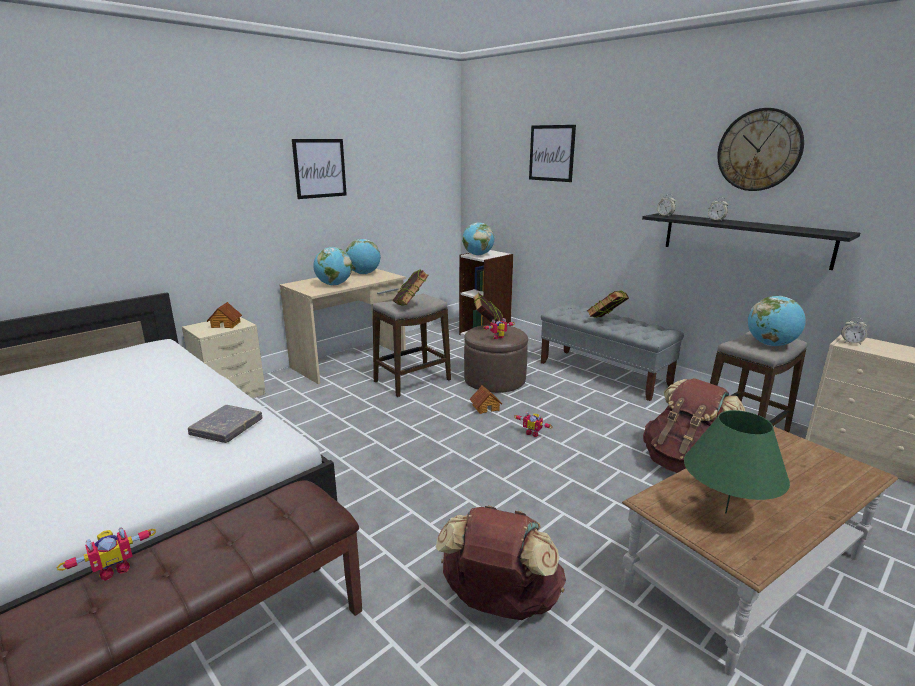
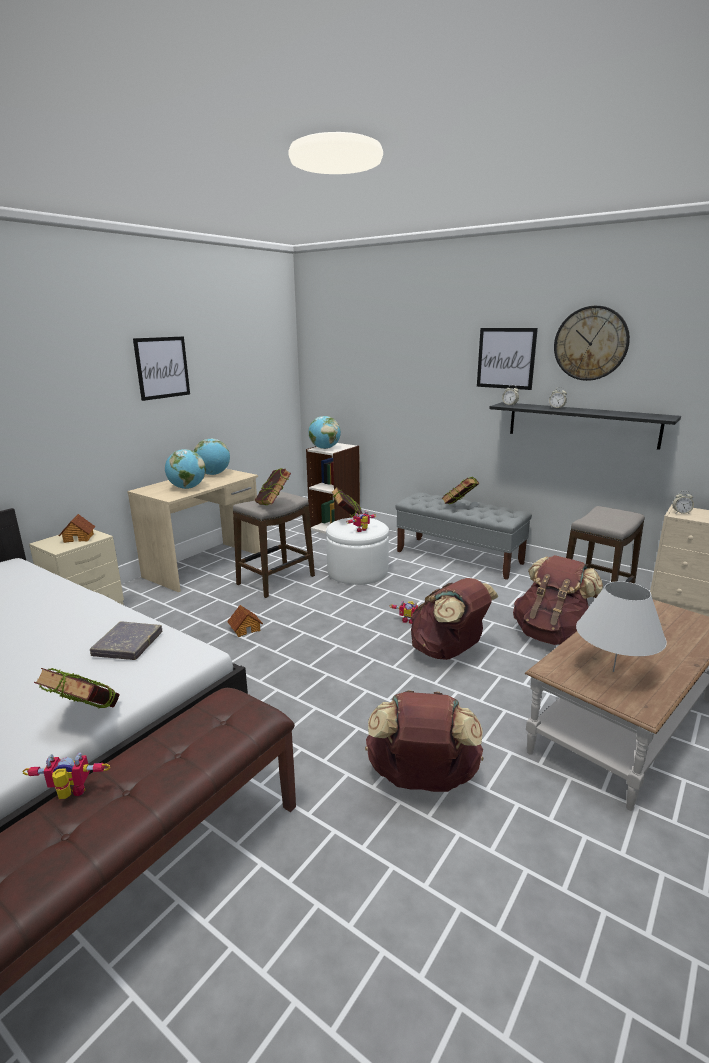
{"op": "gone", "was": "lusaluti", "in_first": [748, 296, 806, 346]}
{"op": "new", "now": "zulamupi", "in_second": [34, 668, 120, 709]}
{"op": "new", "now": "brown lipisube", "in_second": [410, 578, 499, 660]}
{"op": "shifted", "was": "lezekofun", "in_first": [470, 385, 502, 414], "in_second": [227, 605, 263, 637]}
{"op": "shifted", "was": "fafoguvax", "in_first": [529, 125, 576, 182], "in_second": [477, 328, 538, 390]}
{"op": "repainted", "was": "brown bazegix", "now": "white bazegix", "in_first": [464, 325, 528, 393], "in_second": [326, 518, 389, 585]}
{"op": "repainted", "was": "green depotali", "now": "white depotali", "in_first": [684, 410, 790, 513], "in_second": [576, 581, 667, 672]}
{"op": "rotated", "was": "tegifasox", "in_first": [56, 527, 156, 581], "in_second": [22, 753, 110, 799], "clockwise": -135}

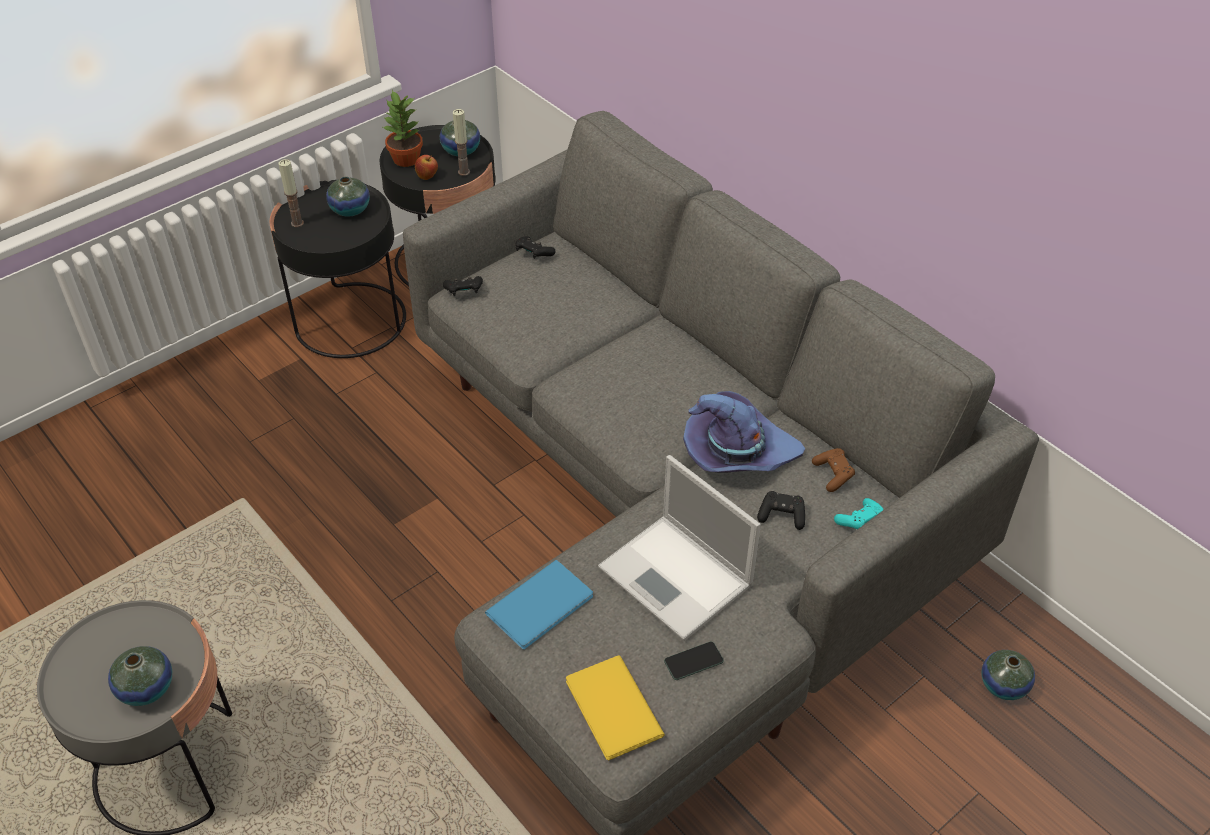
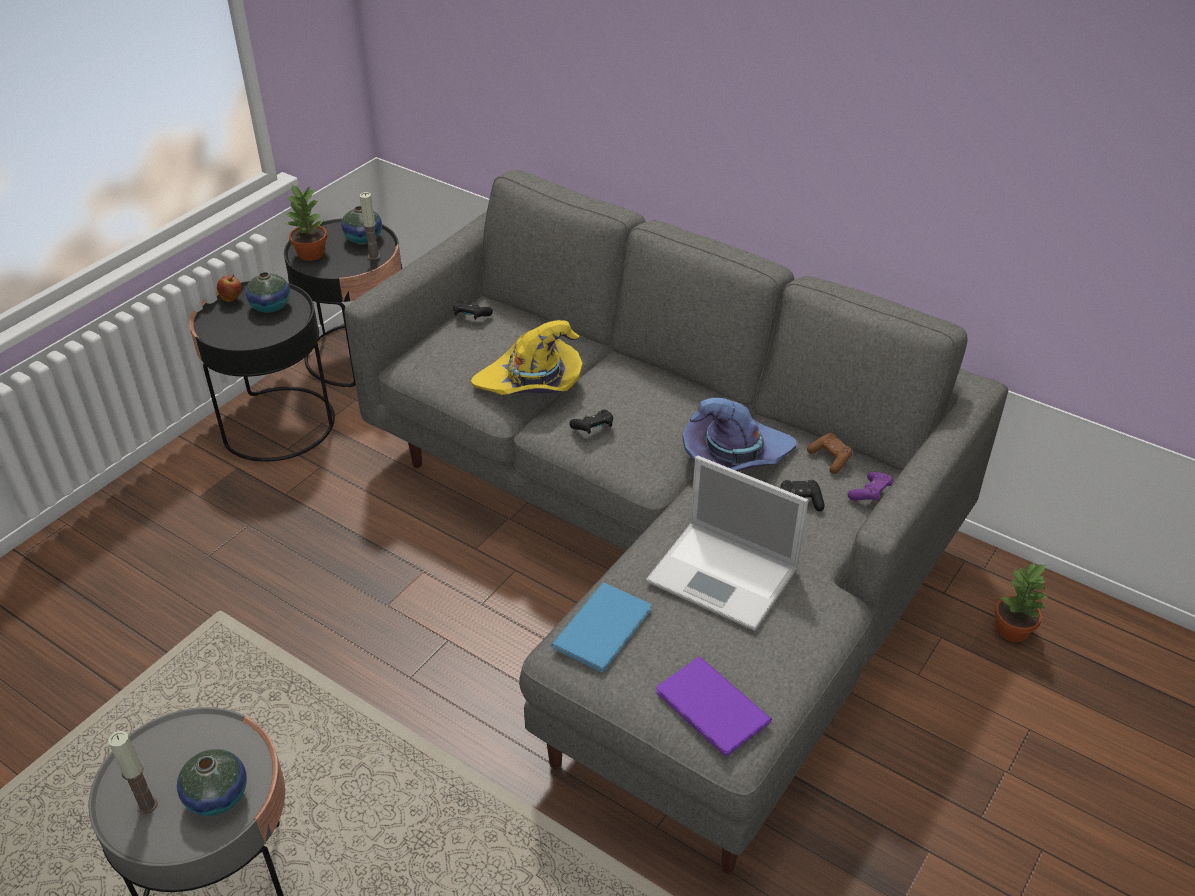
{"op": "gone", "was": "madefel", "in_first": [664, 642, 724, 680]}
{"op": "new", "now": "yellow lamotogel", "in_second": [471, 320, 583, 395]}
{"op": "shifted", "was": "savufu", "in_first": [278, 159, 304, 227], "in_second": [108, 731, 157, 814]}
{"op": "shifted", "was": "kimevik", "in_first": [415, 155, 438, 180], "in_second": [217, 275, 242, 302]}
{"op": "shifted", "was": "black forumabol", "in_first": [443, 276, 483, 296], "in_second": [569, 410, 613, 434]}
{"op": "swapped", "was": "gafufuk", "now": "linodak", "in_first": [981, 650, 1035, 700], "in_second": [995, 562, 1047, 642]}
{"op": "repainted", "was": "yellow zulamupi", "now": "purple zulamupi", "in_first": [566, 655, 665, 760], "in_second": [656, 657, 772, 756]}
{"op": "repainted", "was": "turquoise forumabol", "now": "purple forumabol", "in_first": [834, 498, 884, 529], "in_second": [848, 472, 894, 501]}

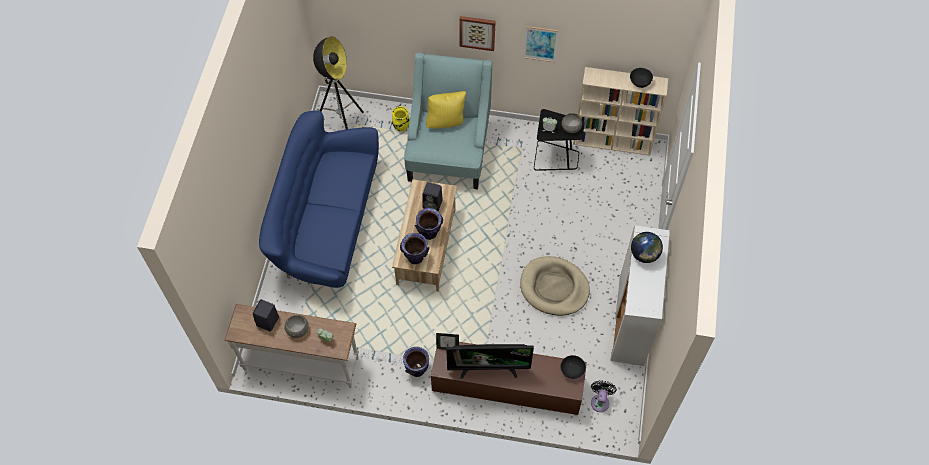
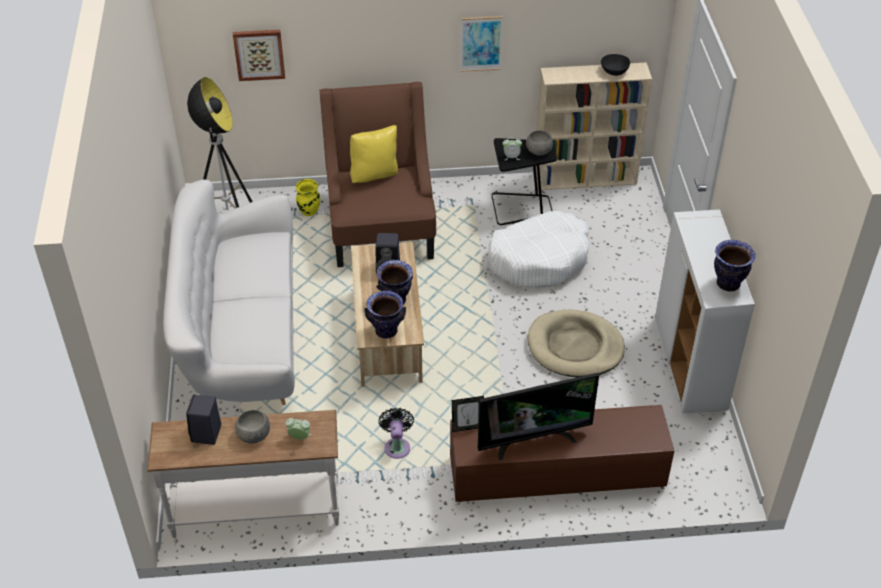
{"op": "gone", "was": "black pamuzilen", "in_first": [560, 355, 586, 379]}
{"op": "gone", "was": "lusaluti", "in_first": [631, 232, 663, 263]}
{"op": "new", "now": "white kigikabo", "in_second": [487, 211, 589, 288]}
{"op": "shifted", "was": "gafufuk", "in_first": [403, 347, 429, 377], "in_second": [714, 240, 755, 291]}
{"op": "shifted", "was": "fafoguvax", "in_first": [459, 16, 495, 51], "in_second": [233, 30, 285, 81]}
{"op": "shifted", "was": "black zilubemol", "in_first": [591, 381, 617, 412], "in_second": [379, 407, 414, 459]}
{"op": "repainted", "was": "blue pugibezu", "now": "white pugibezu", "in_first": [259, 111, 379, 288], "in_second": [163, 179, 295, 405]}
{"op": "repainted", "was": "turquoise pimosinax", "now": "brown pimosinax", "in_first": [404, 53, 492, 189], "in_second": [320, 82, 436, 267]}

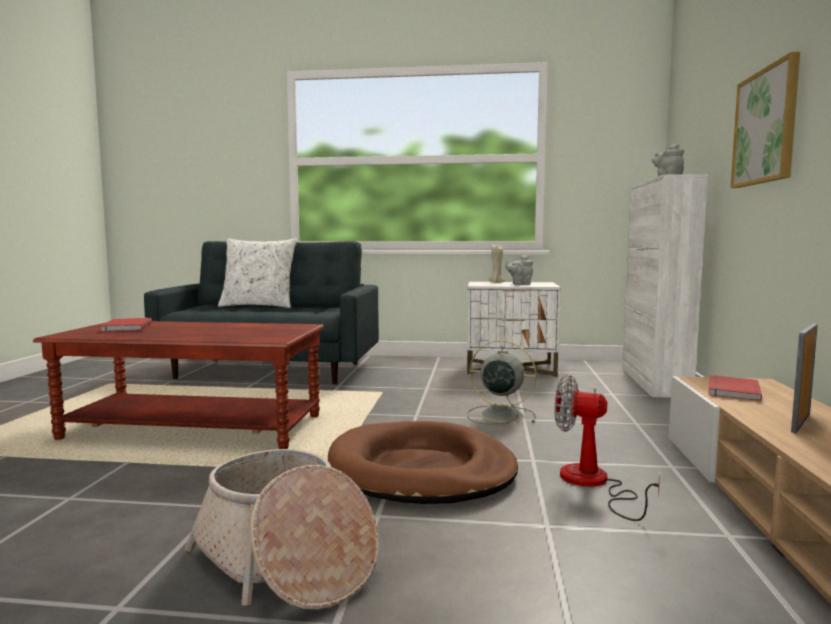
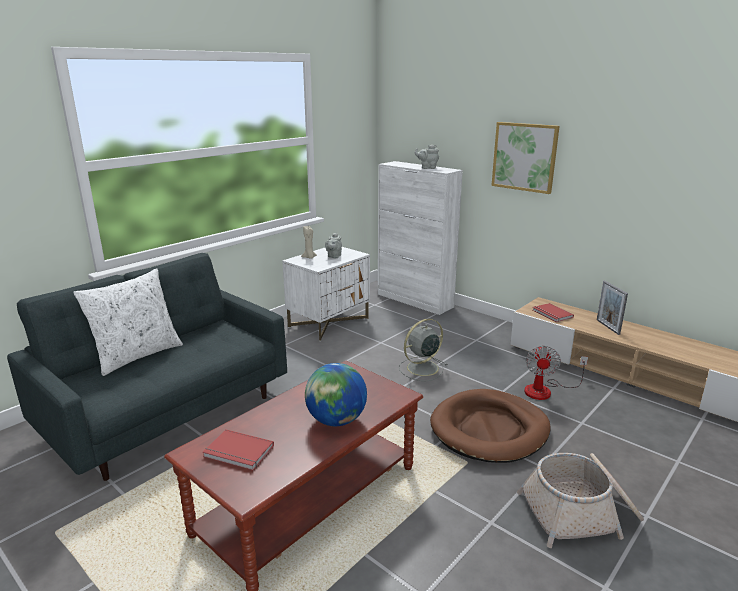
{"op": "new", "now": "lusaluti", "in_second": [305, 363, 367, 426]}
{"op": "rotated", "was": "zilubemol", "in_first": [555, 374, 660, 521], "in_second": [524, 345, 588, 400], "clockwise": -45}

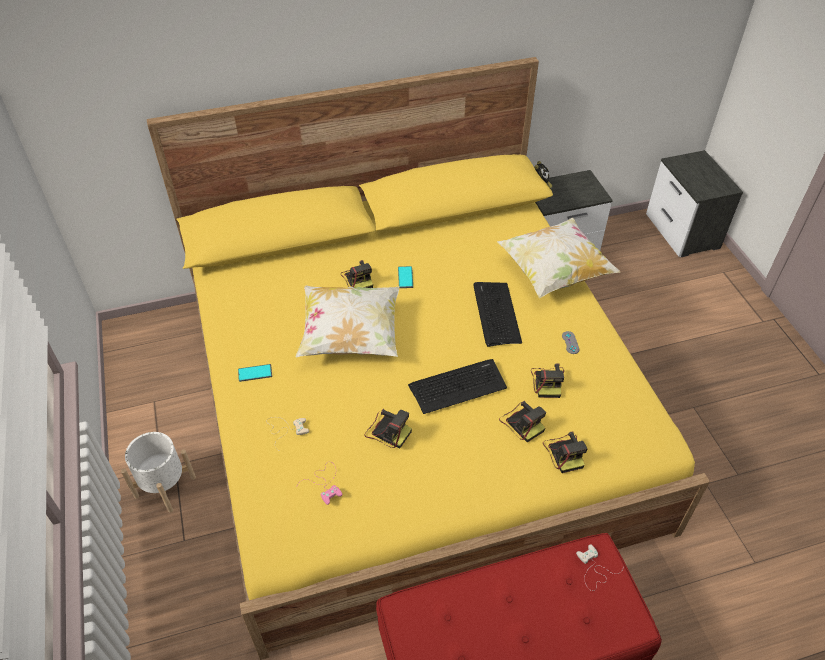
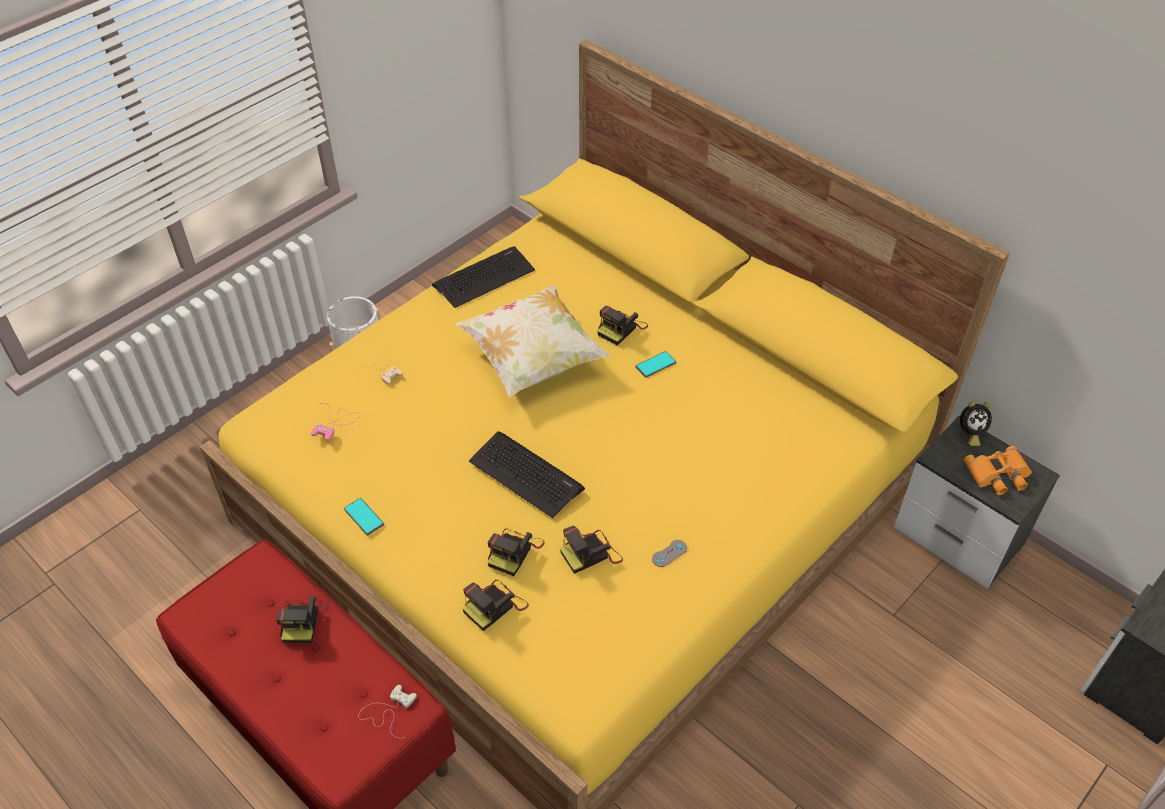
{"op": "gone", "was": "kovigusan", "in_first": [497, 218, 621, 299]}
{"op": "new", "now": "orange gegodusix", "in_second": [964, 446, 1032, 495]}
{"op": "shifted", "was": "madefel", "in_first": [238, 364, 272, 382], "in_second": [344, 498, 384, 535]}
{"op": "shifted", "was": "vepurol", "in_first": [364, 409, 412, 448], "in_second": [276, 596, 330, 643]}
{"op": "shifted", "was": "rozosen", "in_first": [474, 282, 522, 347], "in_second": [432, 246, 535, 308]}

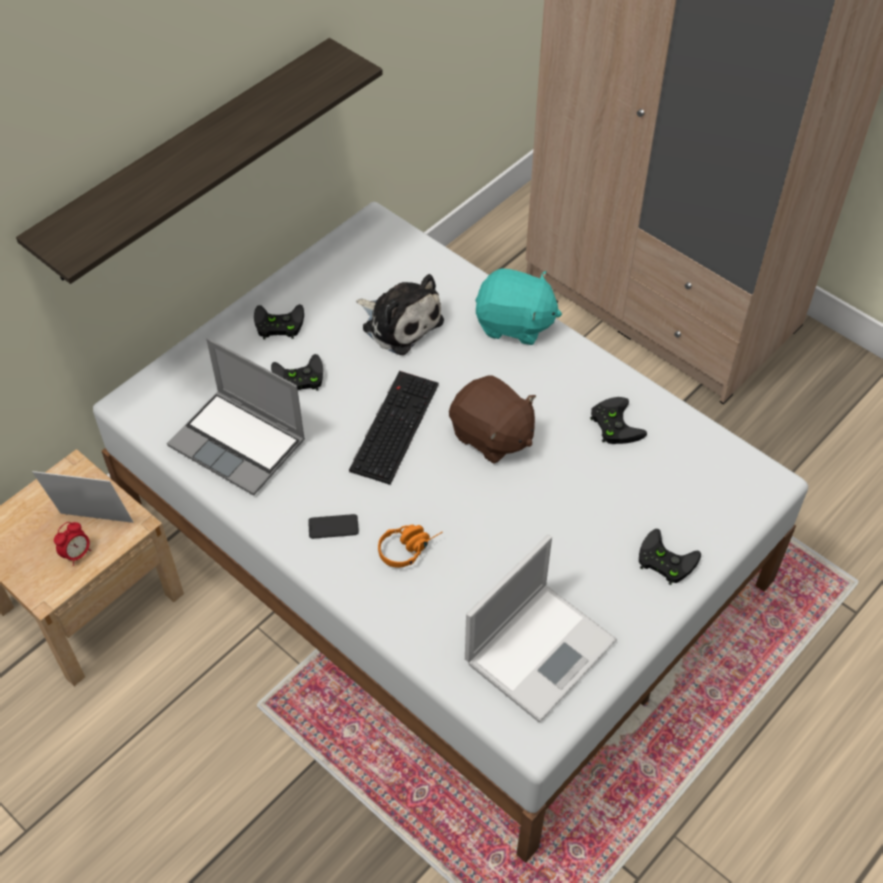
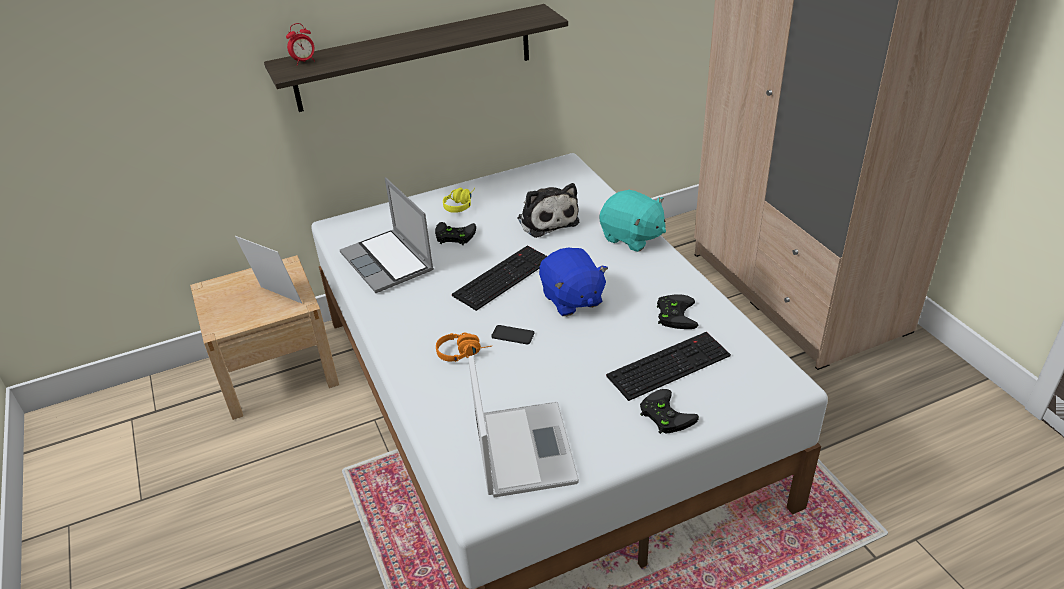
{"op": "new", "now": "rozosen", "in_second": [606, 332, 731, 401]}
{"op": "shifted", "was": "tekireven", "in_first": [54, 522, 91, 566], "in_second": [286, 23, 315, 66]}
{"op": "shifted", "was": "madefel", "in_first": [308, 514, 359, 539], "in_second": [491, 325, 534, 344]}
{"op": "swapped", "was": "black forumabol", "now": "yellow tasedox", "in_first": [254, 304, 304, 339], "in_second": [443, 188, 475, 213]}
{"op": "repainted", "was": "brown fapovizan", "now": "blue fapovizan", "in_first": [449, 376, 536, 464], "in_second": [539, 248, 608, 316]}
{"op": "rotated", "was": "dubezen", "in_first": [465, 535, 617, 722], "in_second": [468, 355, 579, 498], "clockwise": -75}

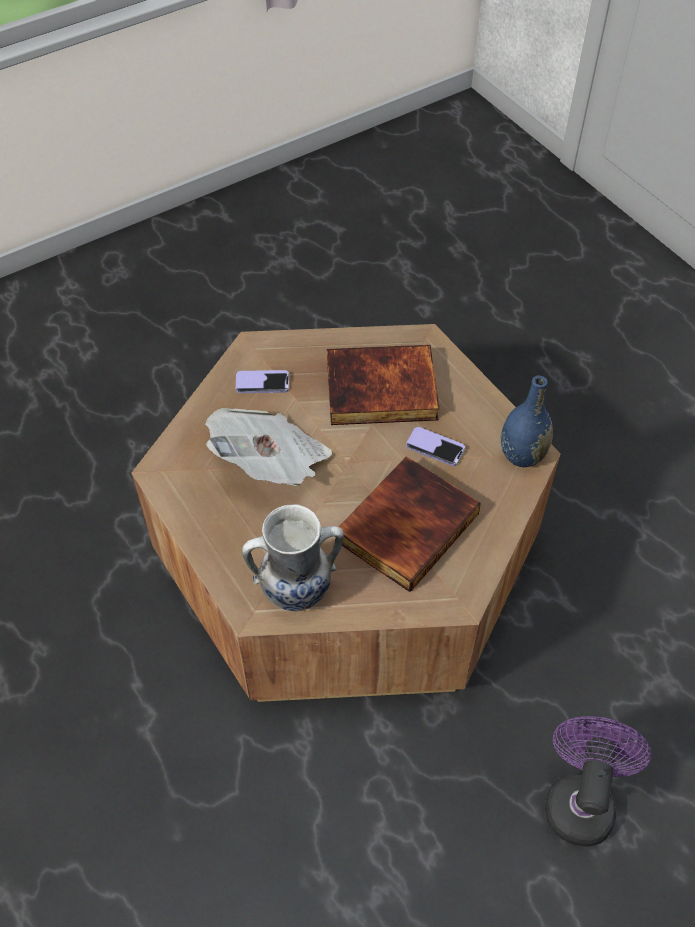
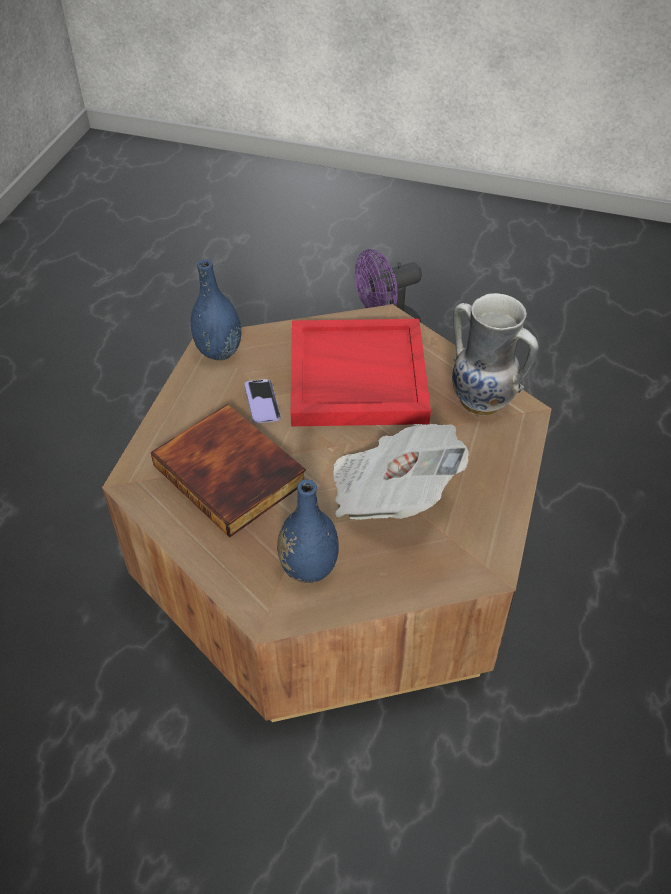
{"op": "swapped", "was": "madefel", "now": "blue gafufuk", "in_first": [236, 370, 289, 393], "in_second": [277, 480, 339, 583]}
{"op": "swapped", "was": "zulamupi", "now": "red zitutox", "in_first": [339, 456, 481, 592], "in_second": [291, 319, 431, 426]}

